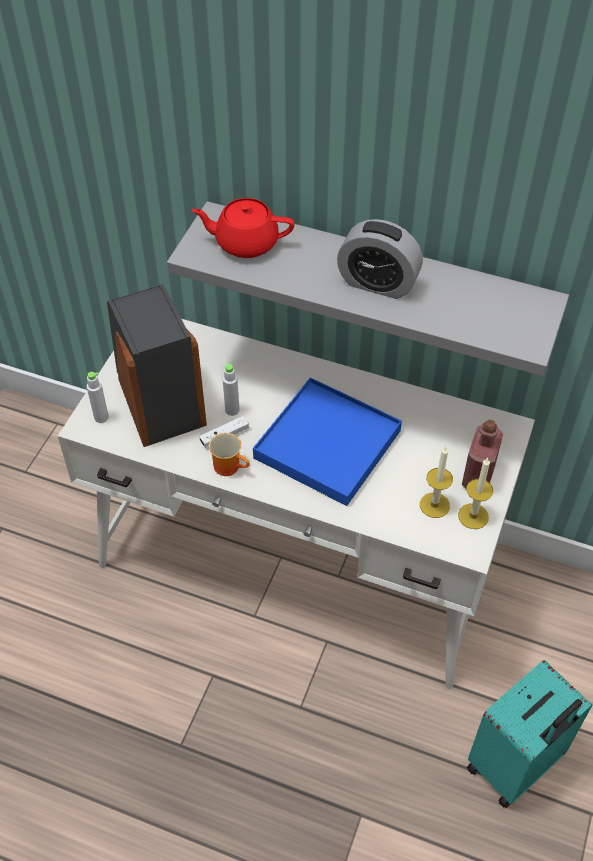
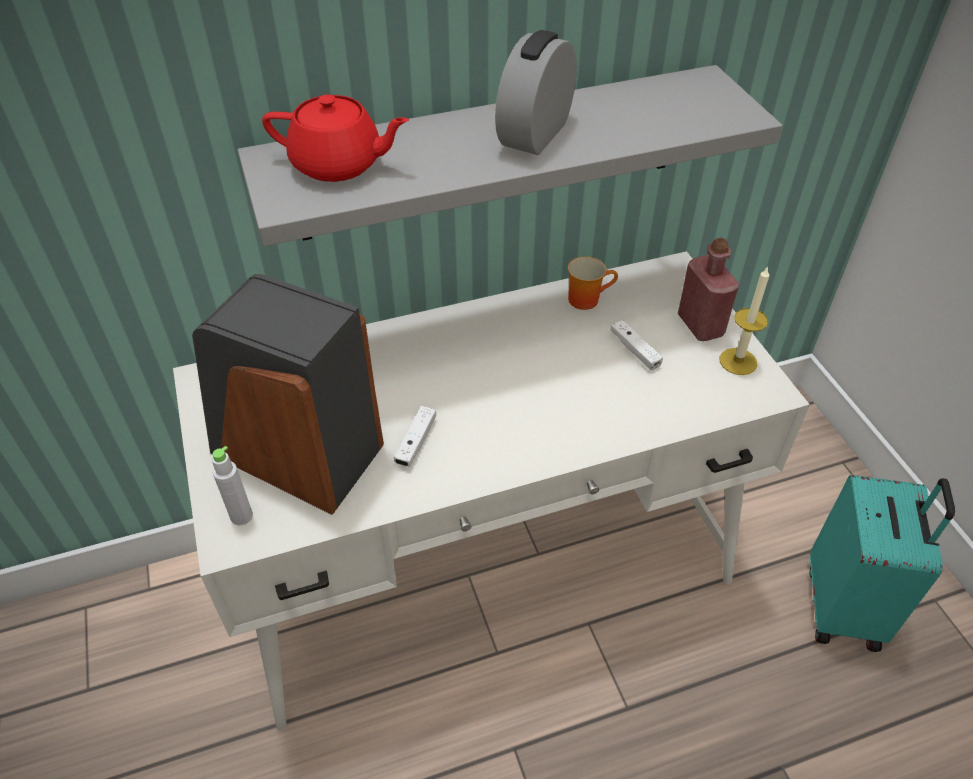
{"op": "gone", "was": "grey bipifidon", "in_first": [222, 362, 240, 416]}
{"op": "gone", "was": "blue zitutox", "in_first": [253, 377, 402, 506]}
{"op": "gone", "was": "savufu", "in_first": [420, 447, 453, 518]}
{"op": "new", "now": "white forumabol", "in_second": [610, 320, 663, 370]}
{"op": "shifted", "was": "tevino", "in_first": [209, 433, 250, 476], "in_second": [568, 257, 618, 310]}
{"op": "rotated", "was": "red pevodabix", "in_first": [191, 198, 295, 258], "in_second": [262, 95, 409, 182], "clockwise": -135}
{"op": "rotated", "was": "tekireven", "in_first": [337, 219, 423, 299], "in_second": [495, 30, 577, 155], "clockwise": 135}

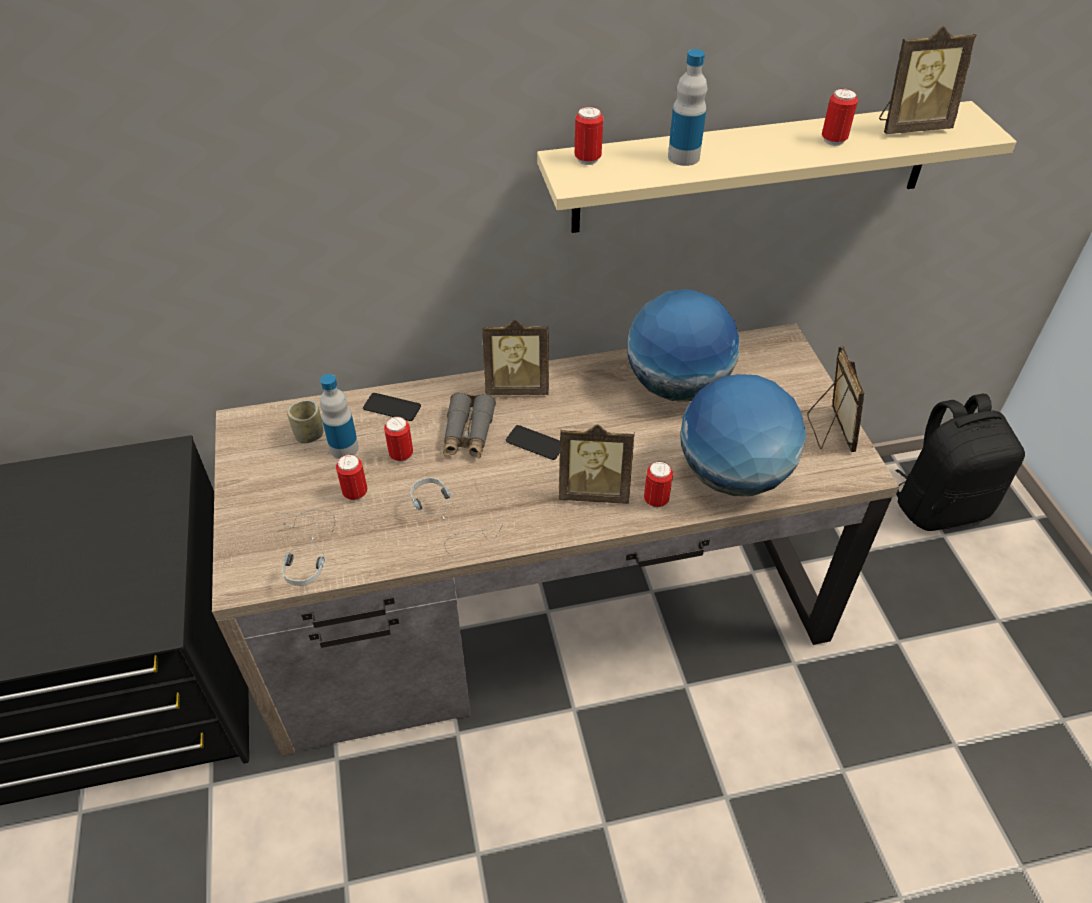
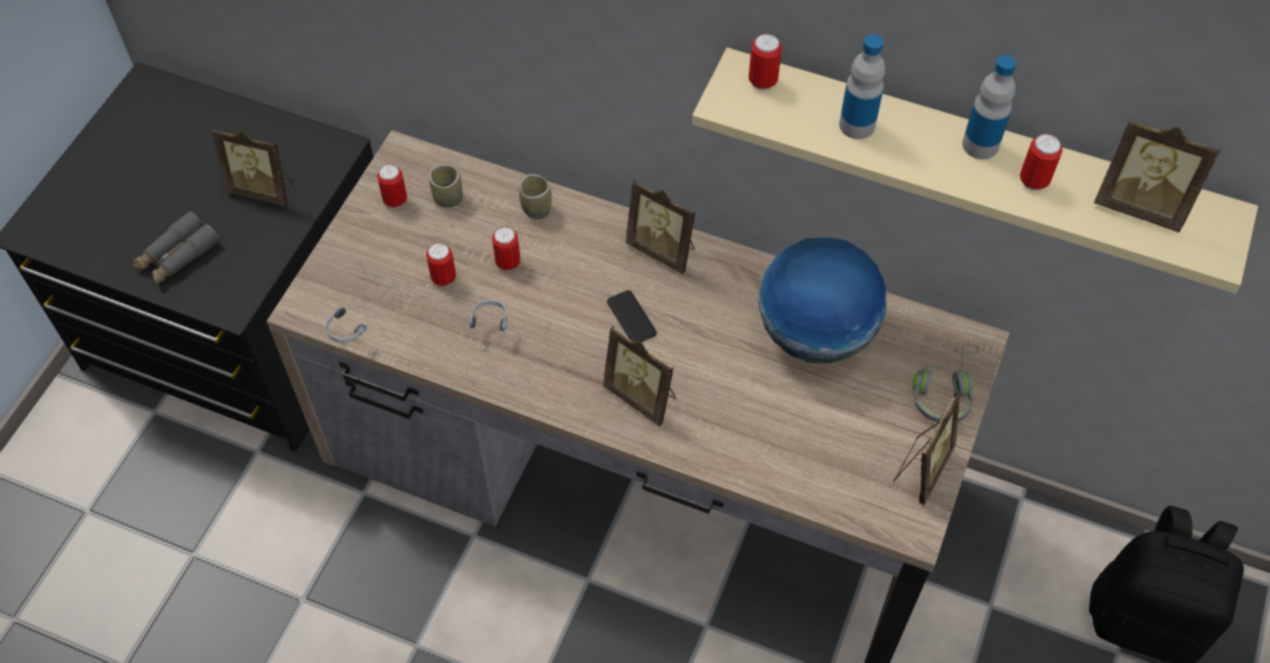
{"op": "gone", "was": "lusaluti", "in_first": [680, 374, 806, 496]}
{"op": "new", "now": "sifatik", "in_second": [212, 128, 293, 206]}
{"op": "new", "now": "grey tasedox", "in_second": [913, 345, 978, 422]}
{"op": "shifted", "was": "bipifidon", "in_first": [320, 374, 359, 459], "in_second": [962, 55, 1016, 159]}
{"op": "shifted", "was": "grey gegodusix", "in_first": [443, 392, 496, 459], "in_second": [132, 211, 220, 285]}
{"op": "shifted", "was": "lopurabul", "in_first": [644, 461, 673, 508], "in_second": [377, 164, 407, 208]}
{"op": "swapped", "was": "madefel", "now": "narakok", "in_first": [363, 393, 421, 421], "in_second": [519, 174, 552, 219]}

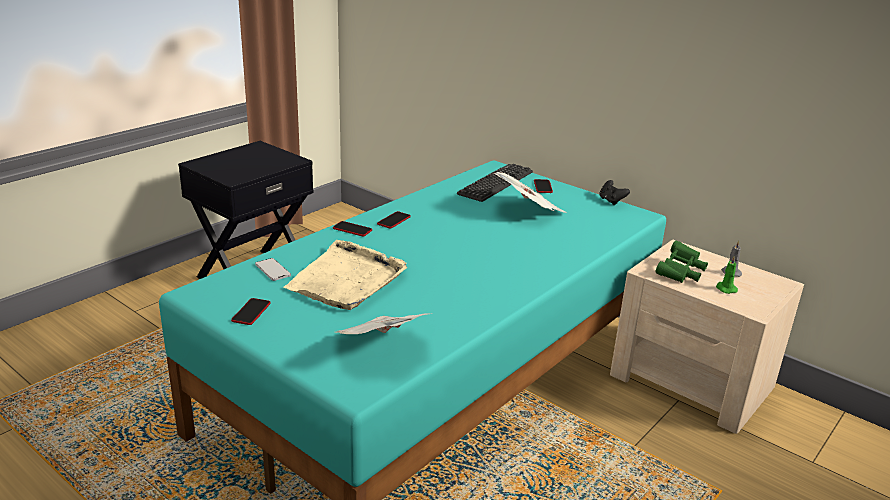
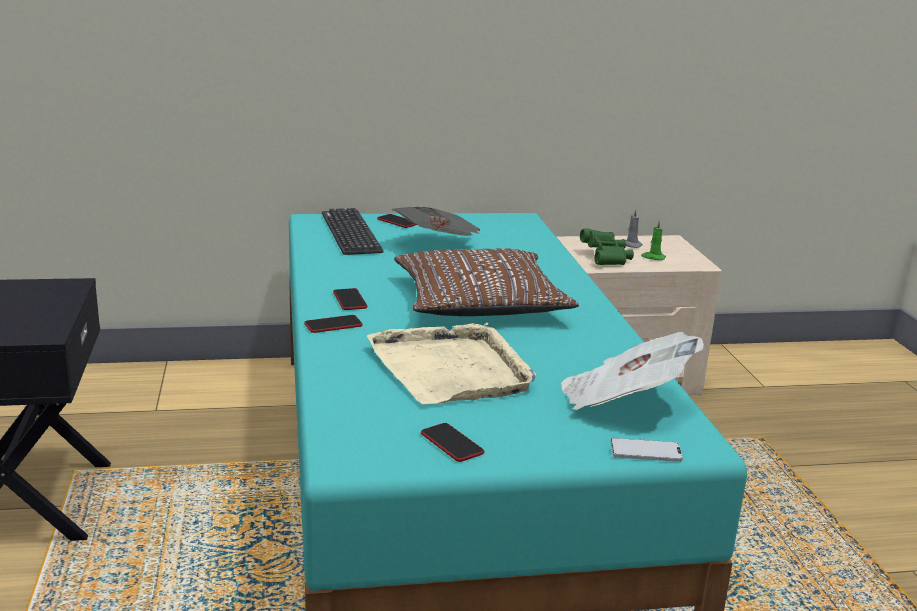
{"op": "gone", "was": "black forumabol", "in_first": [600, 180, 630, 205]}
{"op": "new", "now": "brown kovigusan", "in_second": [394, 249, 579, 316]}
{"op": "shifted", "was": "madefel", "in_first": [255, 258, 291, 281], "in_second": [611, 438, 683, 462]}

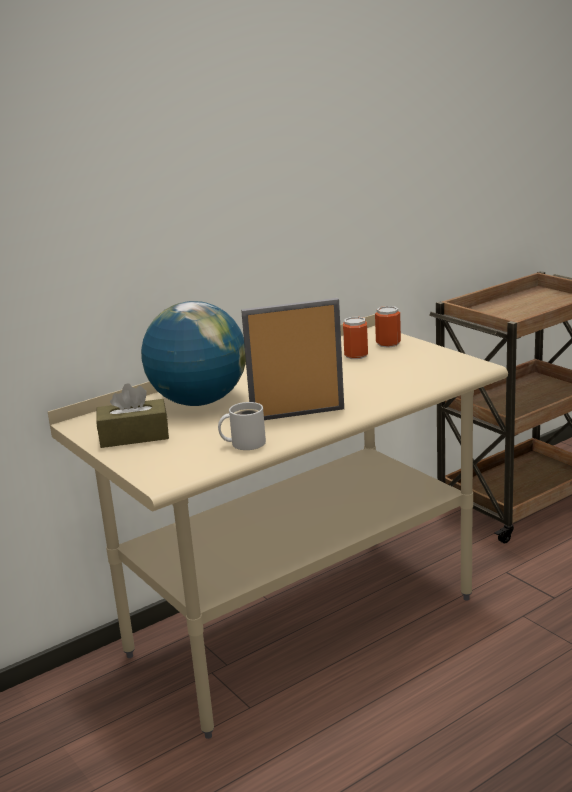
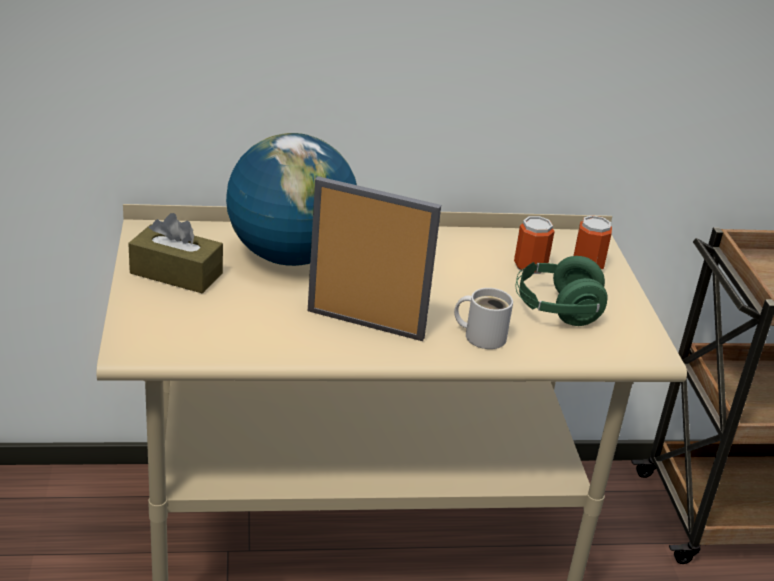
{"op": "new", "now": "green tasedox", "in_second": [516, 256, 608, 326]}
{"op": "shifted", "was": "white tevino", "in_first": [218, 402, 266, 450], "in_second": [454, 288, 513, 349]}

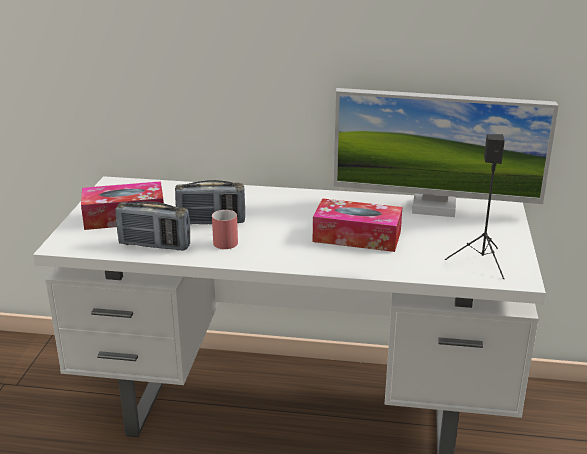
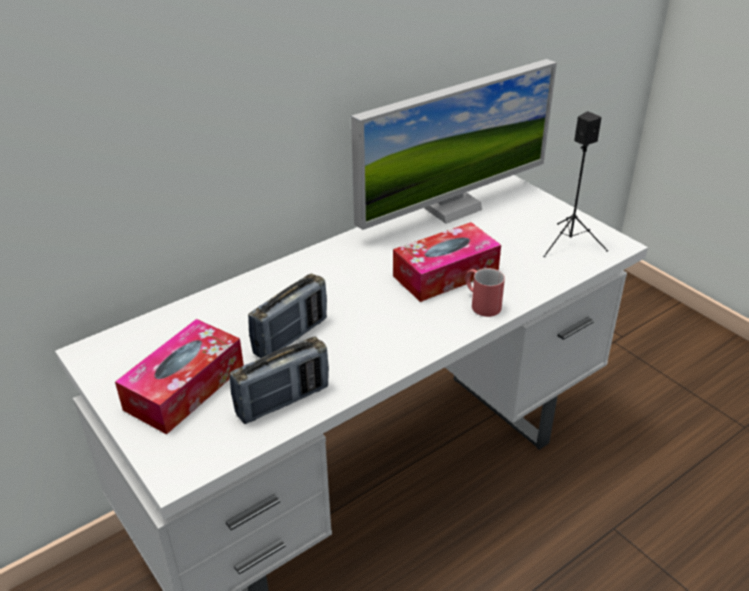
{"op": "shifted", "was": "red tevino", "in_first": [212, 210, 238, 249], "in_second": [465, 268, 505, 317]}

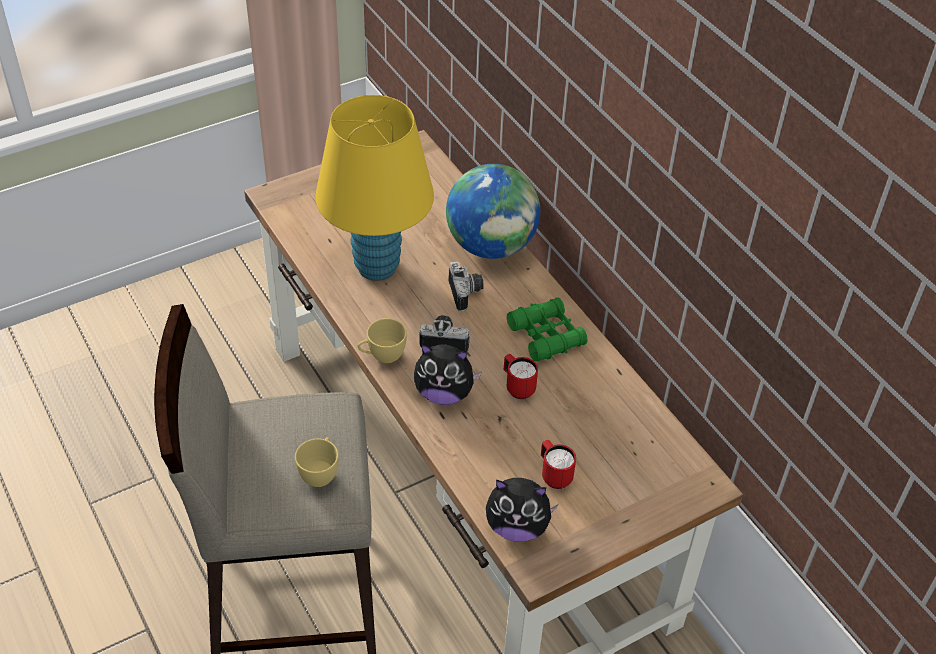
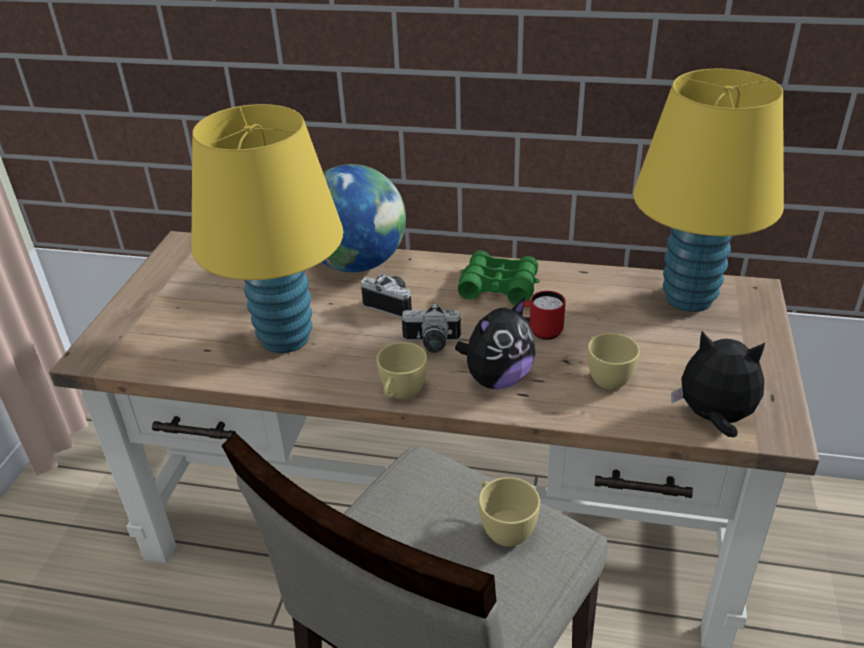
{"op": "gone", "was": "red tevino", "in_first": [541, 440, 576, 489]}
{"op": "new", "now": "yellow narakok", "in_second": [588, 333, 640, 390]}
{"op": "new", "now": "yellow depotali", "in_second": [633, 69, 784, 312]}
{"op": "rotated", "was": "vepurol", "in_first": [419, 315, 469, 351], "in_second": [402, 303, 461, 353], "clockwise": -135}
{"op": "rotated", "was": "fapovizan", "in_first": [486, 478, 559, 542], "in_second": [671, 331, 765, 437], "clockwise": -120}

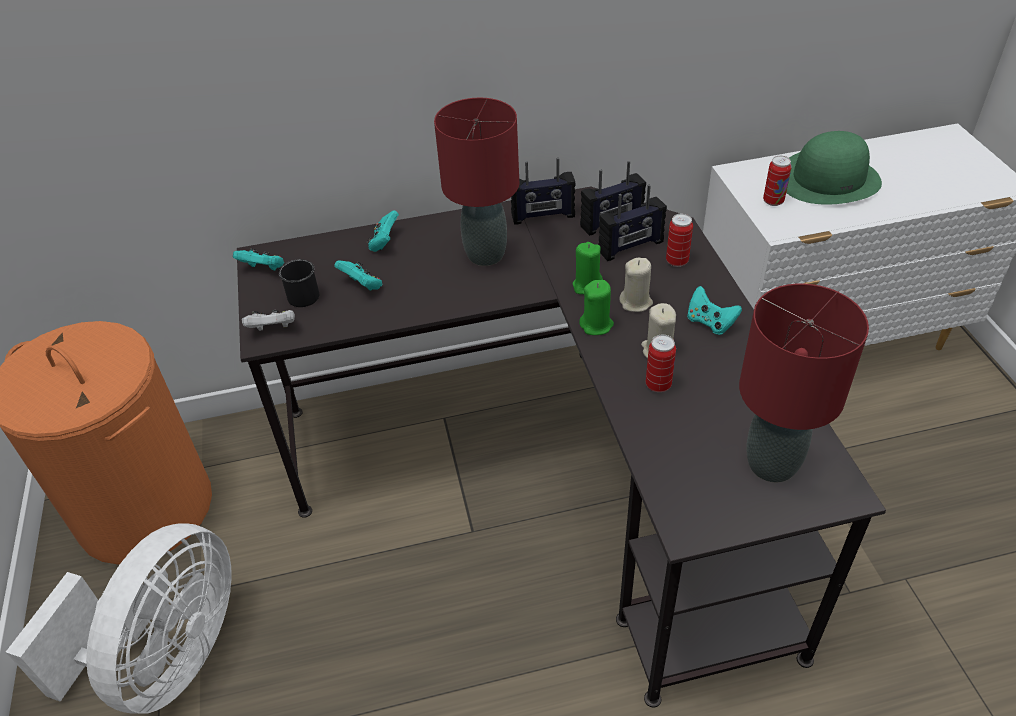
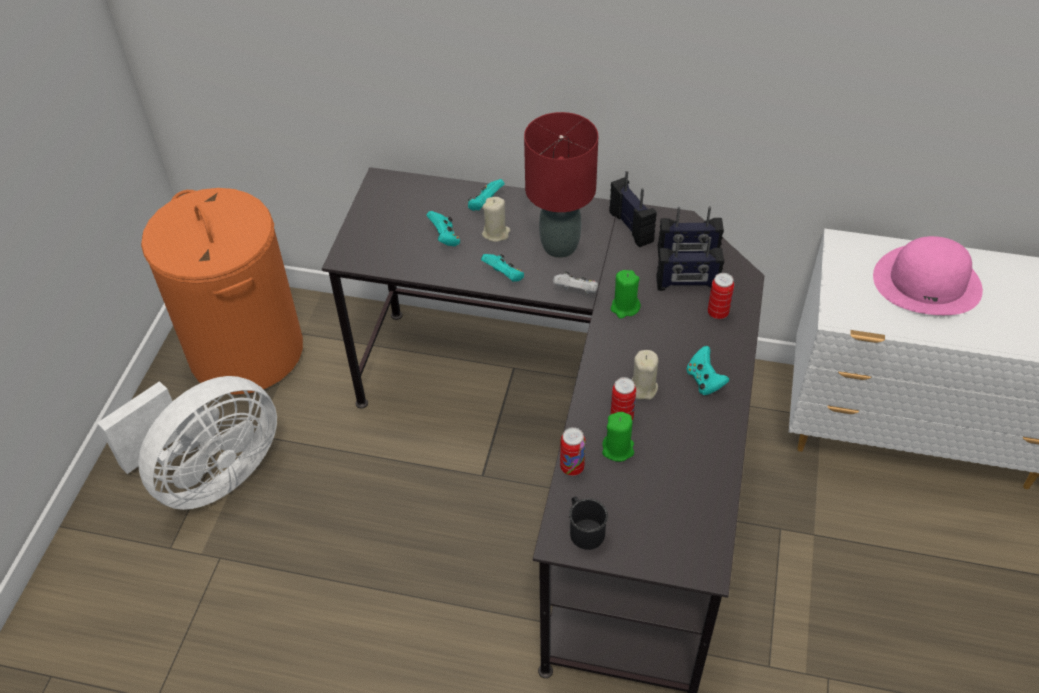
{"op": "gone", "was": "red depotali", "in_first": [739, 283, 869, 482]}
{"op": "shifted", "was": "turquoise forumabol", "in_first": [233, 248, 284, 271], "in_second": [481, 254, 524, 282]}
{"op": "shifted", "was": "white forumabol", "in_first": [242, 310, 295, 331], "in_second": [553, 271, 598, 294]}
{"op": "shifted", "was": "black tevino", "in_first": [278, 259, 319, 307], "in_second": [569, 497, 608, 550]}
{"op": "shifted", "was": "green savufu", "in_first": [579, 280, 614, 335], "in_second": [602, 412, 634, 462]}
{"op": "shifted", "was": "beige savufu", "in_first": [619, 258, 653, 312], "in_second": [482, 197, 511, 242]}
{"op": "shifted", "was": "lopurabul", "in_first": [763, 155, 792, 206], "in_second": [560, 427, 585, 476]}
{"op": "repainted", "was": "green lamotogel", "now": "pink lamotogel", "in_first": [786, 131, 882, 205], "in_second": [873, 236, 983, 315]}
{"op": "rotated", "was": "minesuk", "in_first": [511, 158, 576, 225], "in_second": [609, 171, 657, 247], "clockwise": -135}

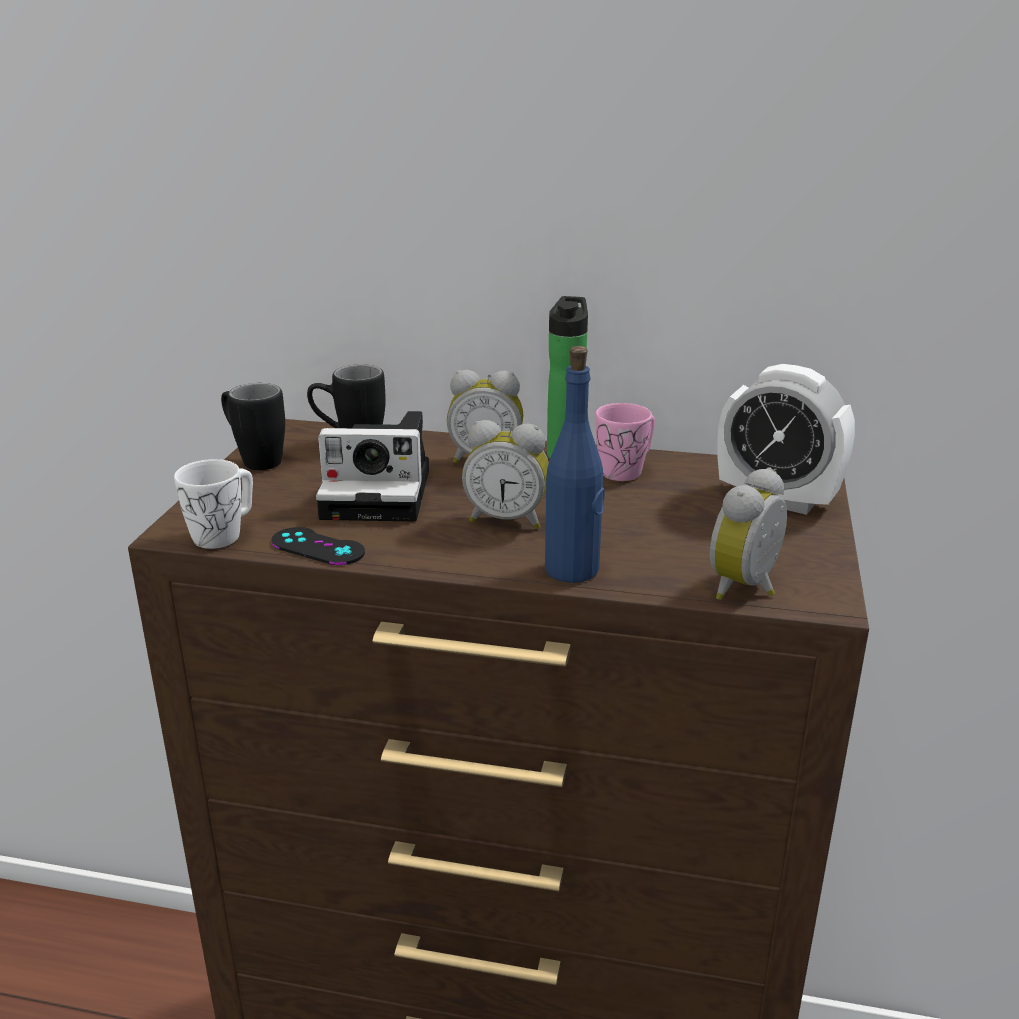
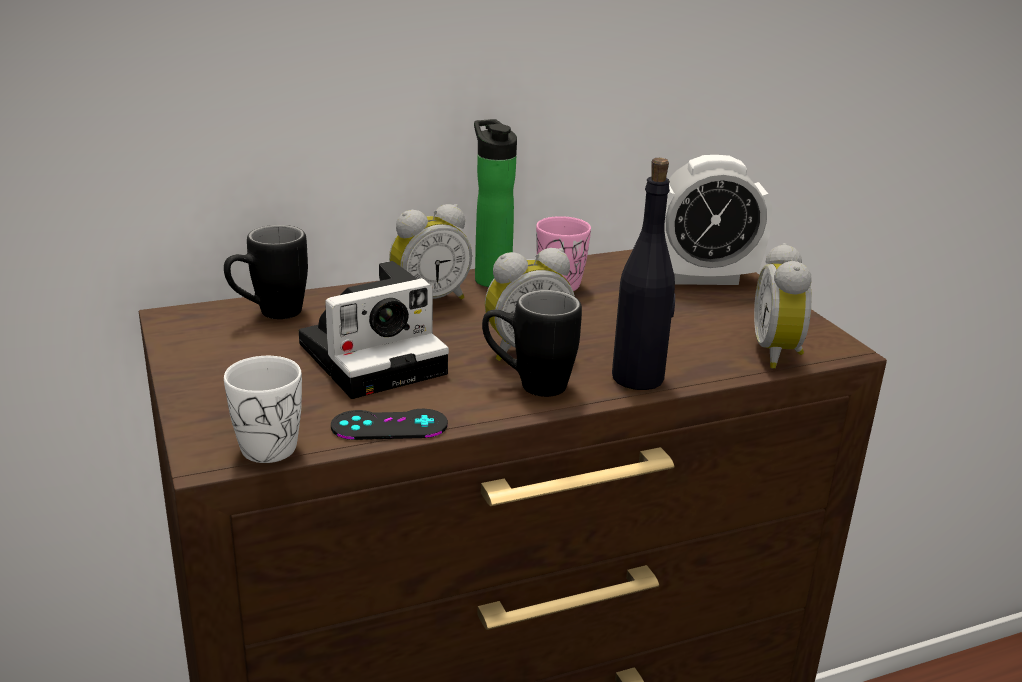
{"op": "shifted", "was": "black tevino", "in_first": [221, 383, 285, 470], "in_second": [482, 290, 582, 397]}
{"op": "repainted", "was": "blue bipifidon", "now": "black bipifidon", "in_first": [545, 346, 604, 583], "in_second": [612, 158, 675, 390]}

